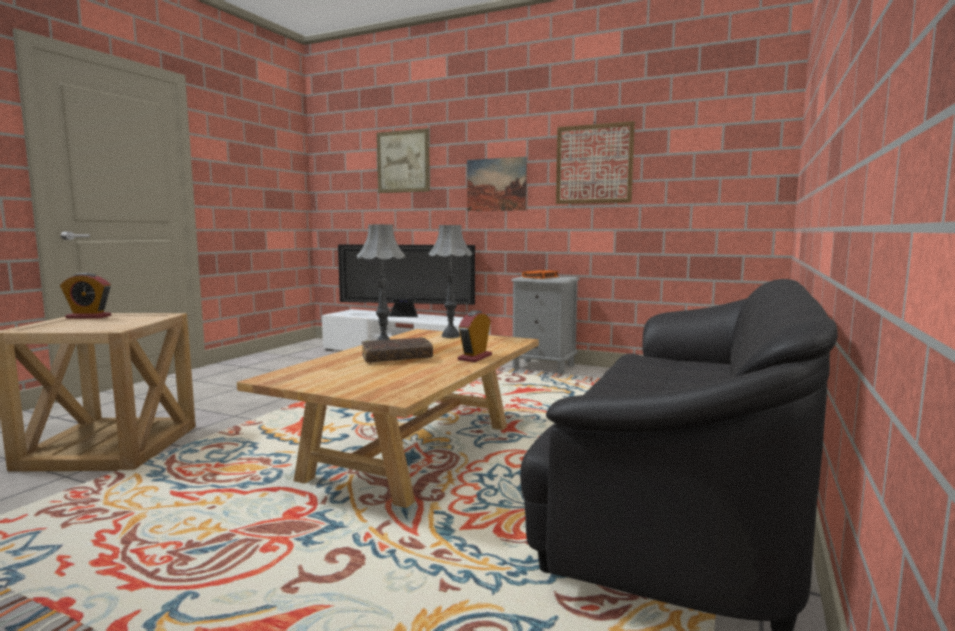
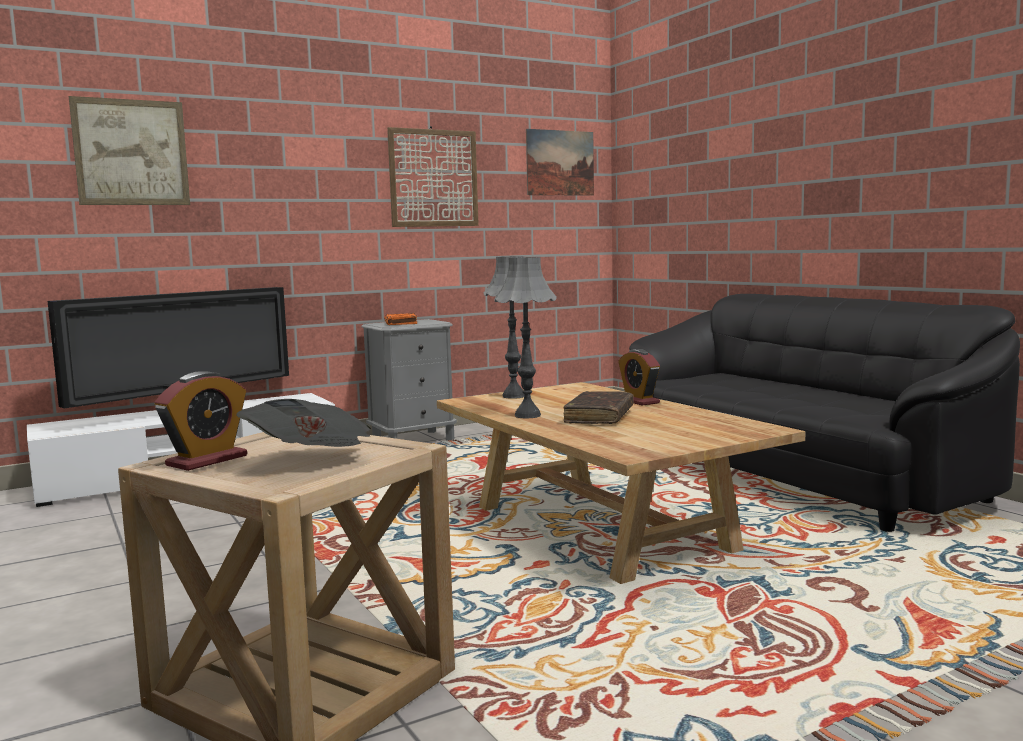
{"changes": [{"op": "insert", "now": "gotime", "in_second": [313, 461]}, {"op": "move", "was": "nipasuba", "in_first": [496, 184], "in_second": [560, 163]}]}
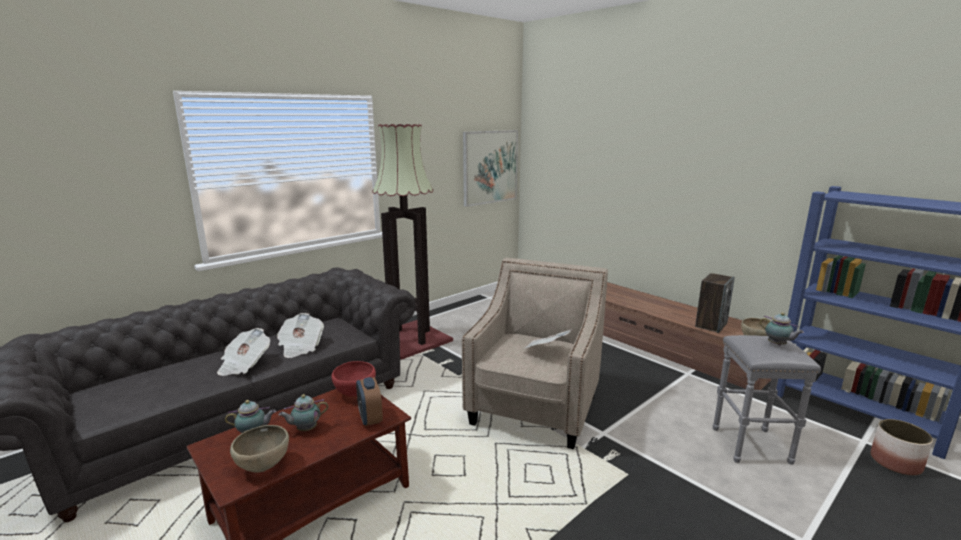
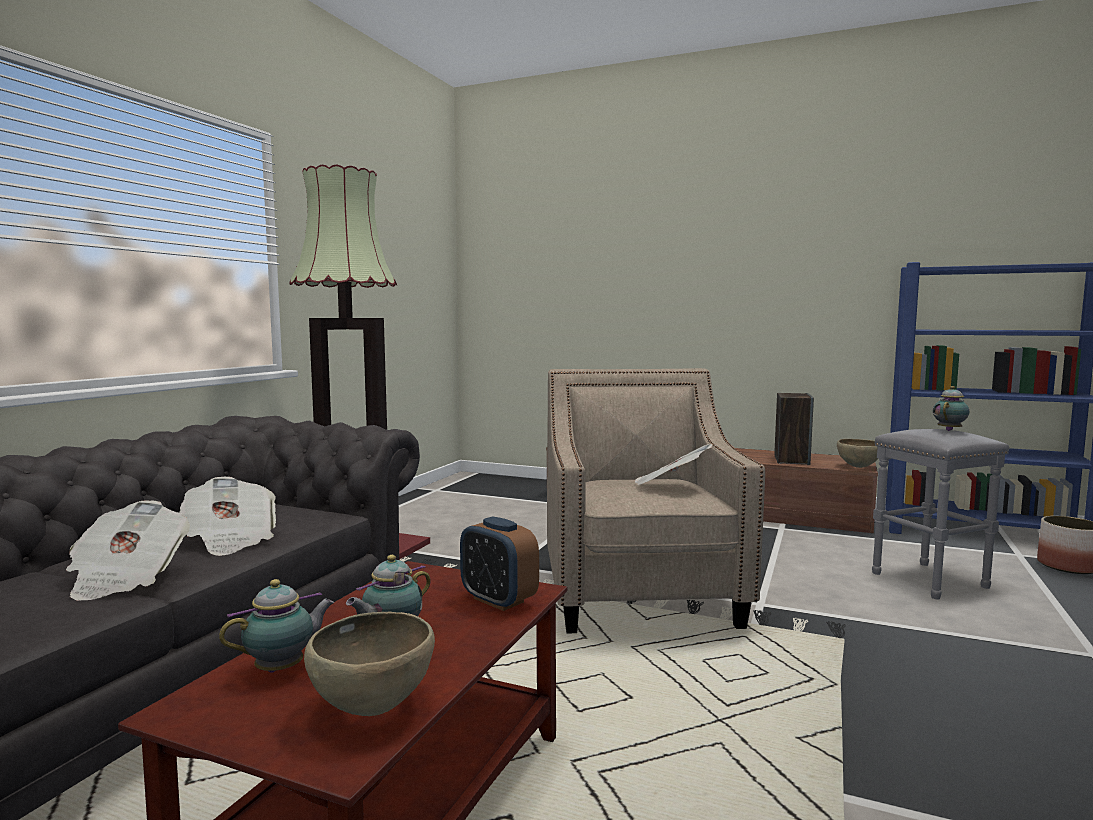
{"changes": [{"op": "delete", "was": "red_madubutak", "in_first": [355, 393]}, {"op": "delete", "was": "nipasuba", "in_first": [490, 167]}, {"op": "rotate", "was": "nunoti", "in_first": [777, 345], "in_second": [950, 430], "clockwise": -75}]}
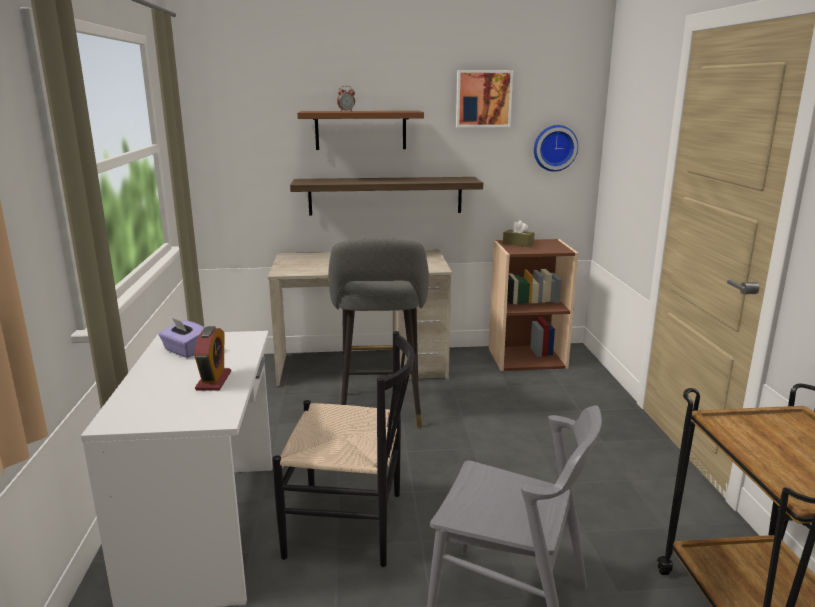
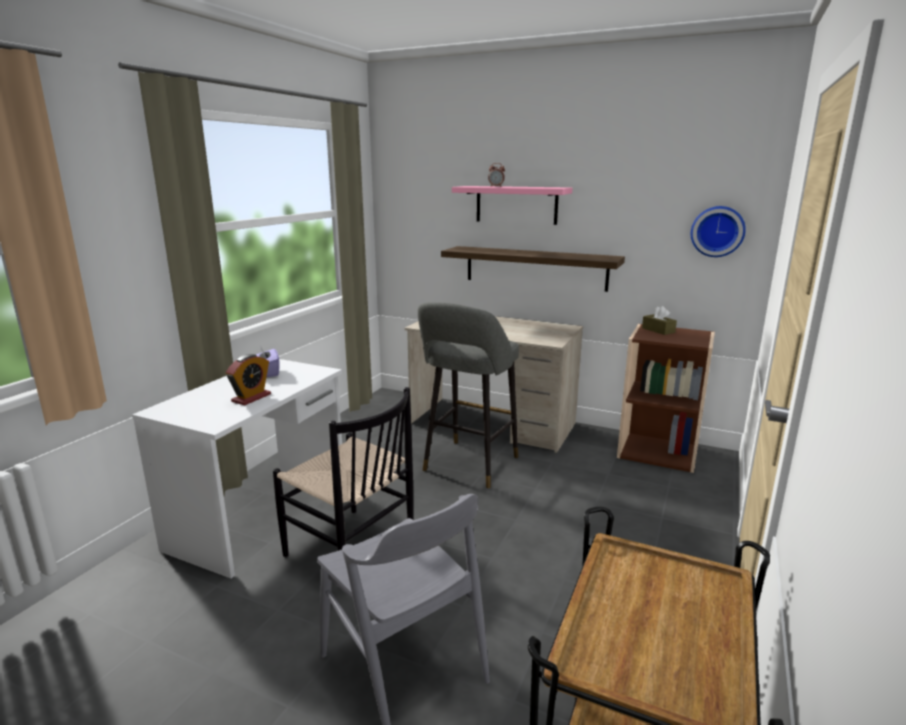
{"changes": [{"op": "delete", "was": "nipasuba", "in_first": [483, 98]}, {"op": "recolor", "was": "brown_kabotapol", "now": "pink_kabotapol", "in_first": [360, 130], "in_second": [516, 205]}]}
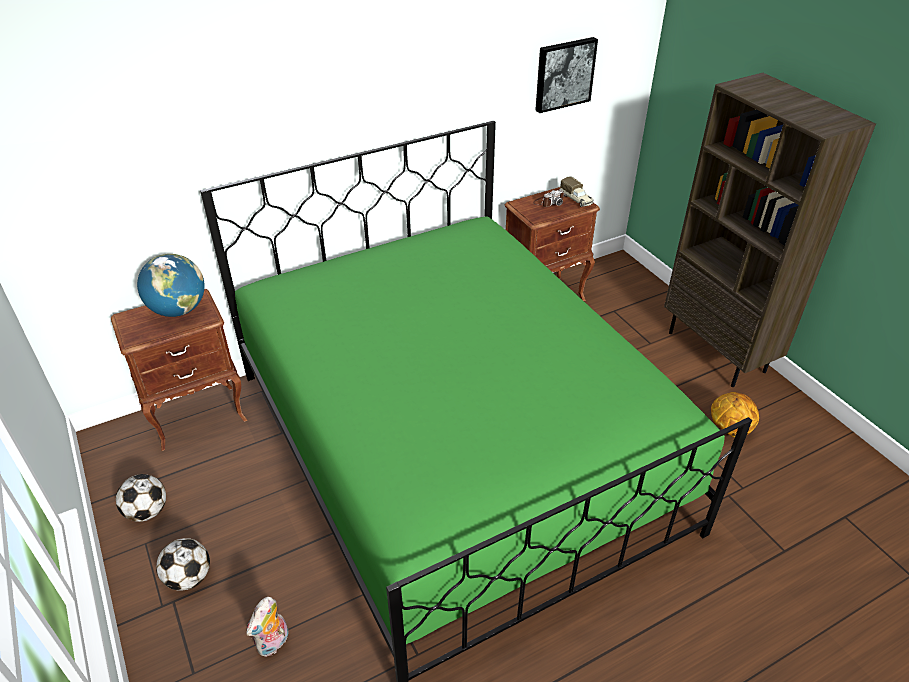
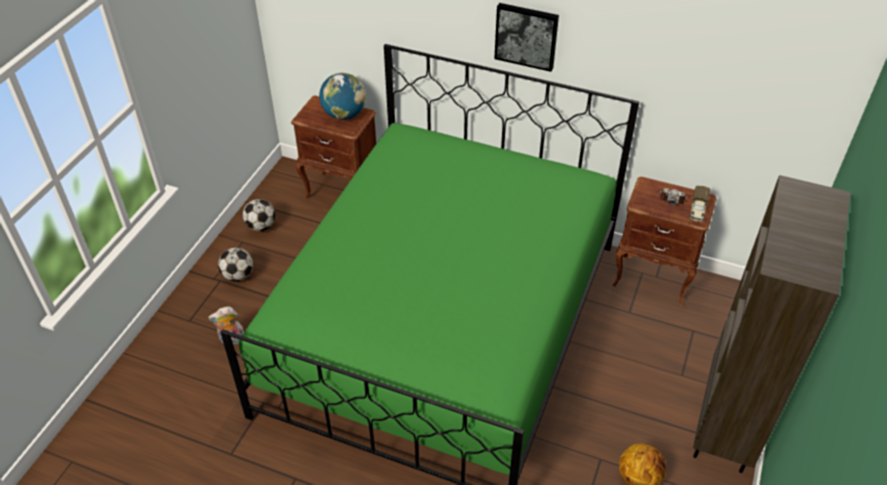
{"changes": [{"op": "move", "was": "nipasuba", "in_first": [564, 74], "in_second": [526, 35]}]}
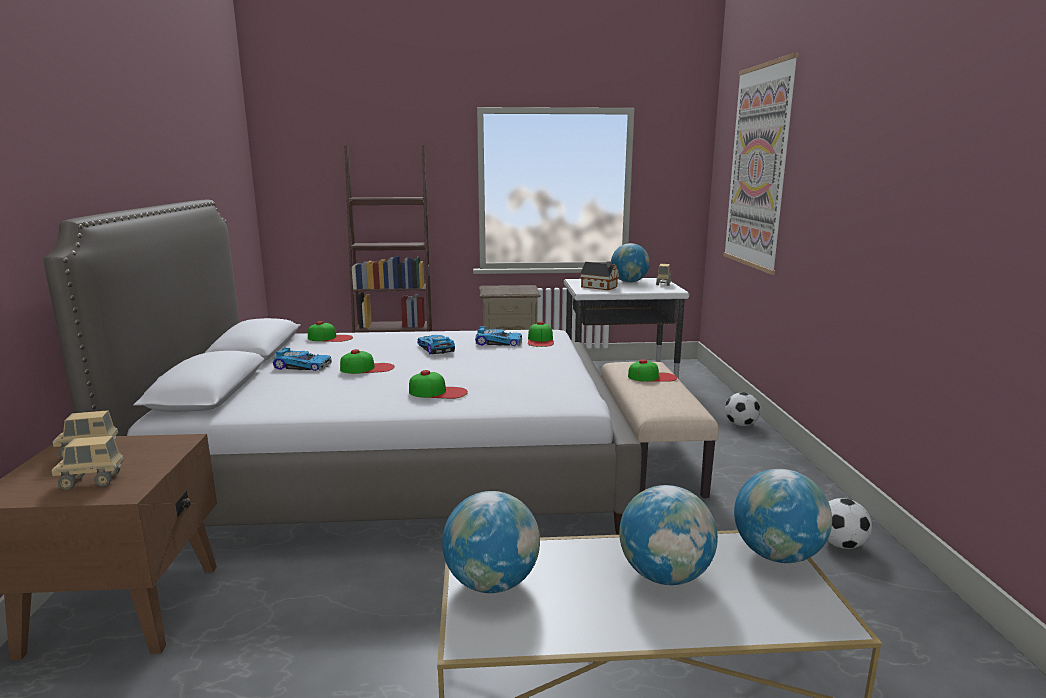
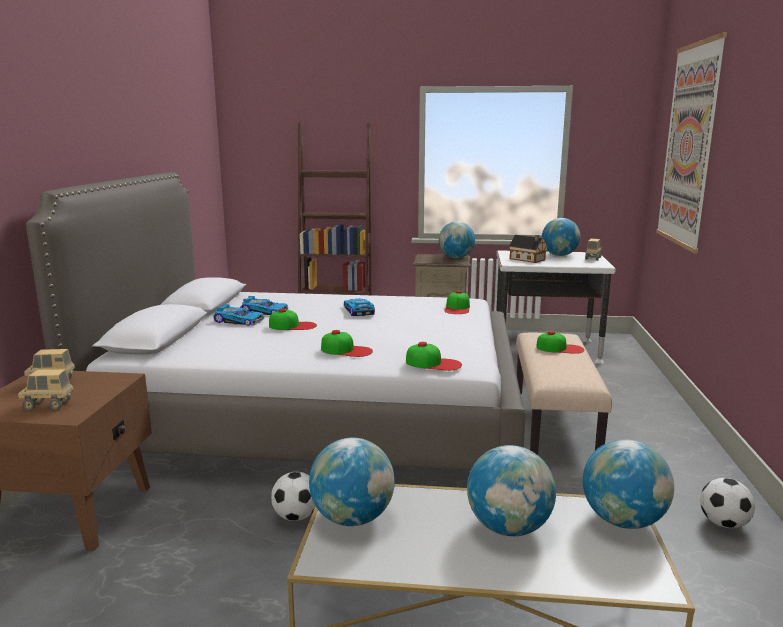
{"changes": [{"op": "insert", "now": "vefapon", "in_second": [456, 258]}, {"op": "move", "was": "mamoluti", "in_first": [330, 338], "in_second": [433, 363]}, {"op": "move", "was": "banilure", "in_first": [499, 342], "in_second": [265, 311]}, {"op": "move", "was": "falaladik", "in_first": [741, 424], "in_second": [296, 516]}]}
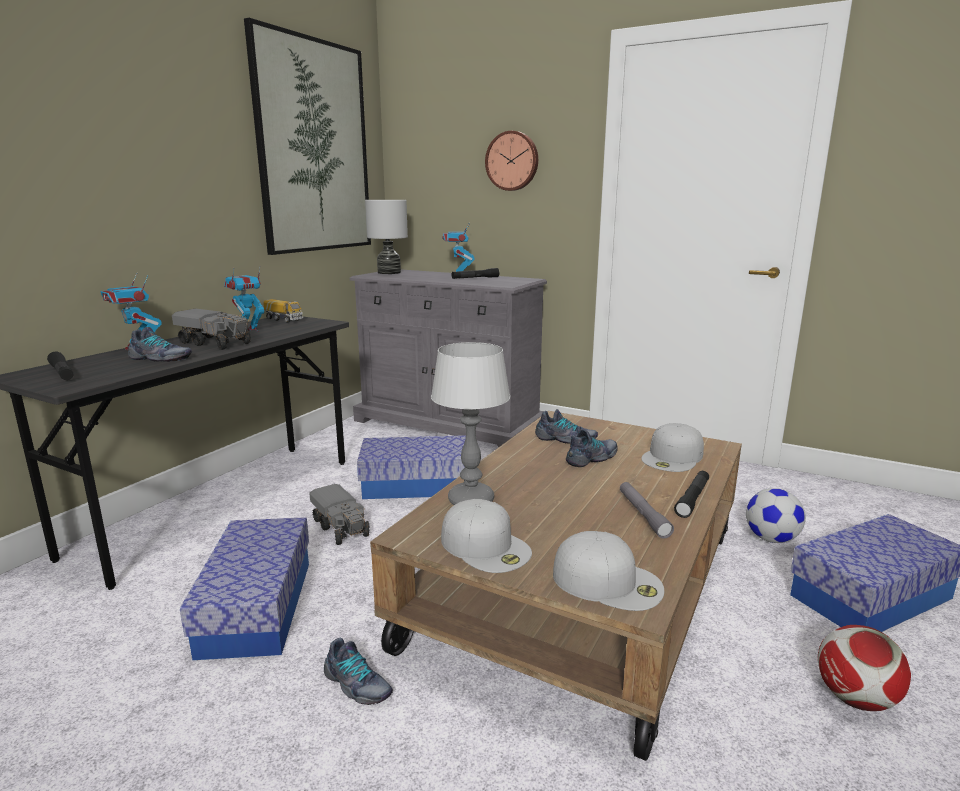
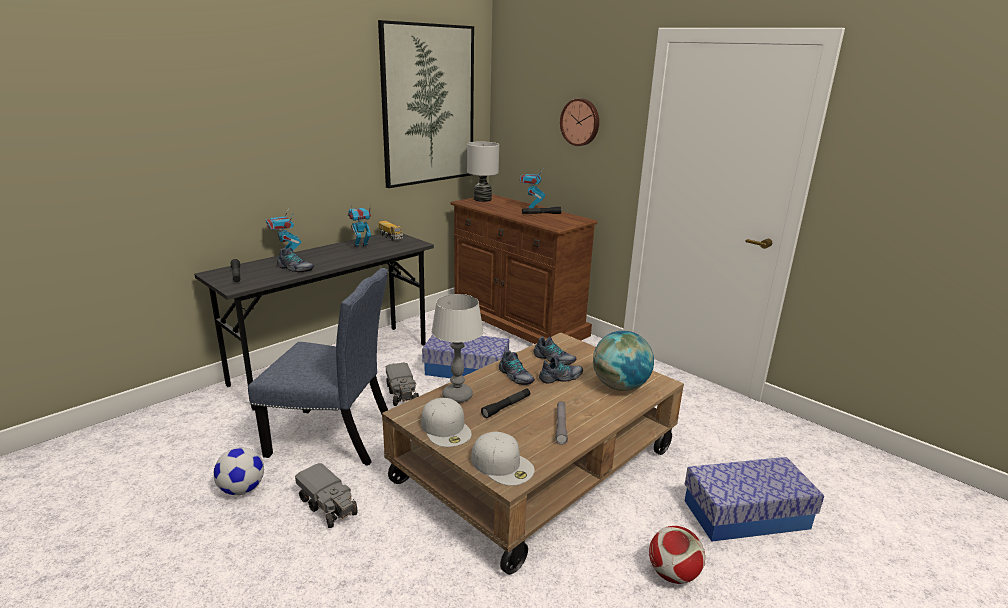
{"changes": [{"op": "move", "was": "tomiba", "in_first": [215, 343], "in_second": [329, 506]}, {"op": "move", "was": "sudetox", "in_first": [356, 685], "in_second": [515, 376]}, {"op": "move", "was": "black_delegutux", "in_first": [692, 499], "in_second": [506, 407]}, {"op": "move", "was": "falaladik", "in_first": [771, 539], "in_second": [242, 489]}, {"op": "replace", "was": "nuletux", "now": "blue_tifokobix", "in_first": [257, 607], "in_second": [330, 438]}, {"op": "replace", "was": "white_mamoluti", "now": "vefapon", "in_first": [673, 457], "in_second": [620, 386]}, {"op": "recolor", "was": "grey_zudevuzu", "now": "brown_zudevuzu", "in_first": [450, 423], "in_second": [517, 322]}]}
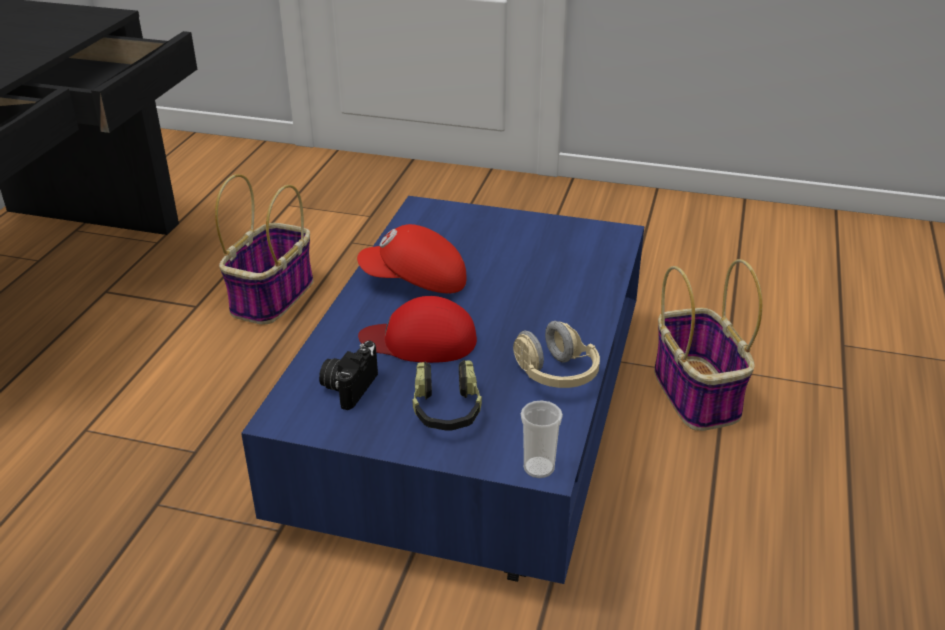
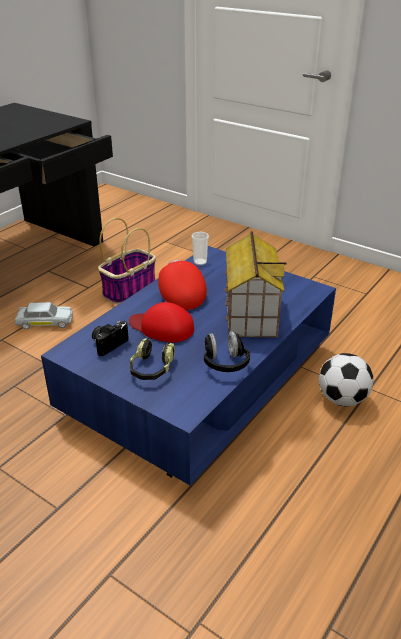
{"changes": [{"op": "insert", "now": "white_banilure", "in_second": [45, 322]}, {"op": "insert", "now": "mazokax", "in_second": [250, 313]}, {"op": "move", "was": "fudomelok", "in_first": [539, 468], "in_second": [200, 262]}, {"op": "replace", "was": "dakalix", "now": "falaladik", "in_first": [697, 394], "in_second": [342, 399]}, {"op": "recolor", "was": "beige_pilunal", "now": "black_pilunal", "in_first": [556, 374], "in_second": [225, 363]}, {"op": "rotate", "was": "red_mamoluti", "in_first": [415, 282], "in_second": [180, 294], "clockwise": 45}]}
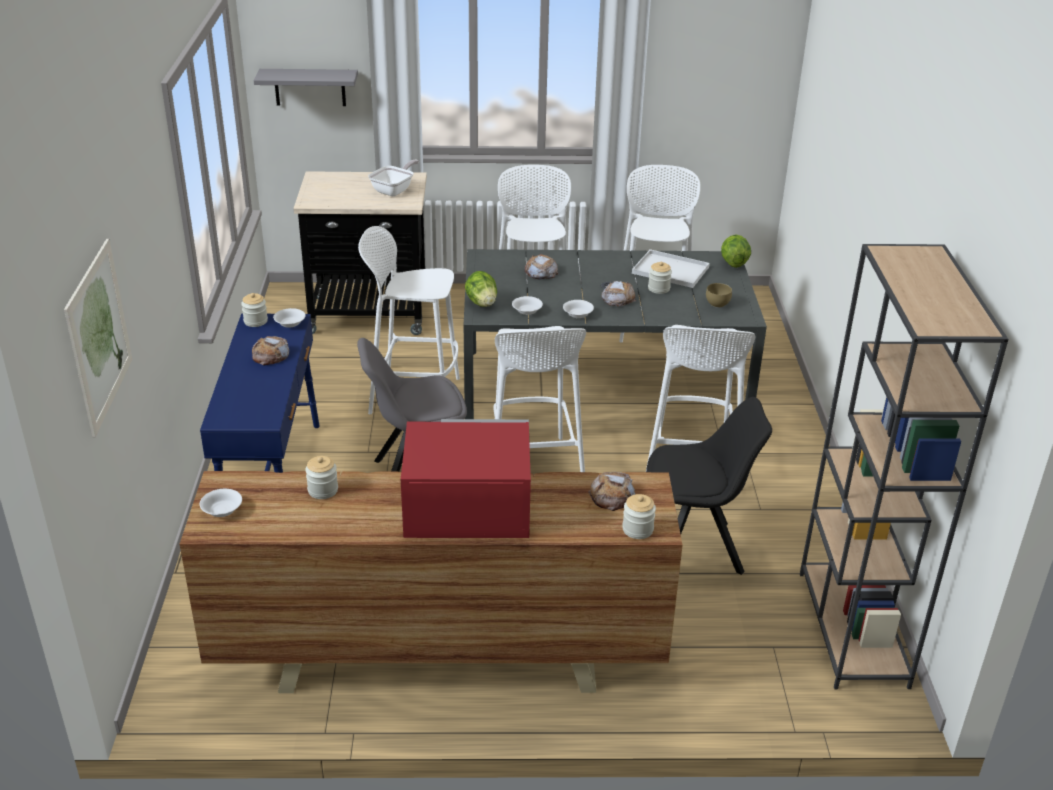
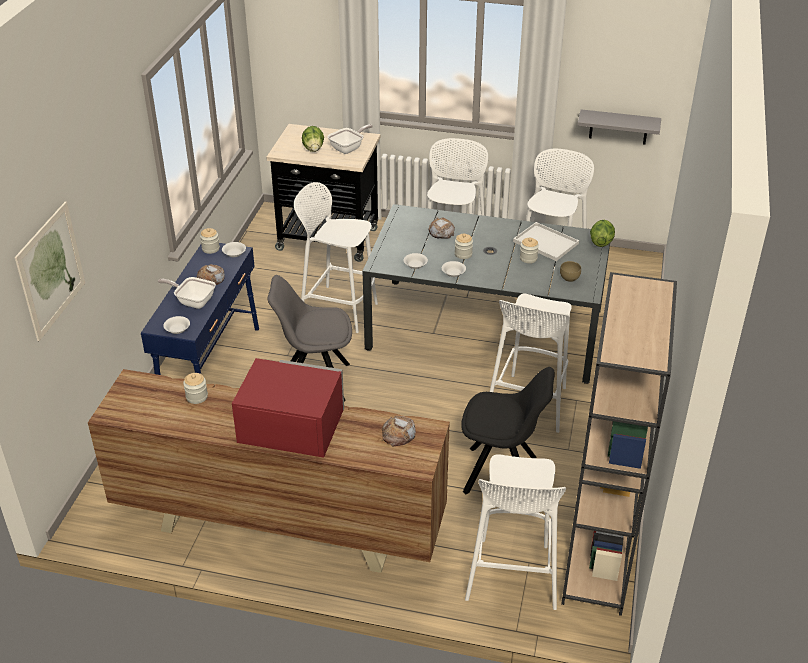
{"changes": [{"op": "delete", "was": "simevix", "in_first": [618, 298]}, {"op": "insert", "now": "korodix", "in_second": [193, 301]}, {"op": "move", "was": "white_madubutak", "in_first": [222, 510], "in_second": [177, 330]}, {"op": "move", "was": "grey_kabotapol", "in_first": [310, 87], "in_second": [618, 127]}, {"op": "move", "was": "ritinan", "in_first": [482, 303], "in_second": [313, 149]}, {"op": "move", "was": "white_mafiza", "in_first": [532, 466], "in_second": [512, 575]}, {"op": "move", "was": "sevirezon", "in_first": [637, 529], "in_second": [463, 254]}]}
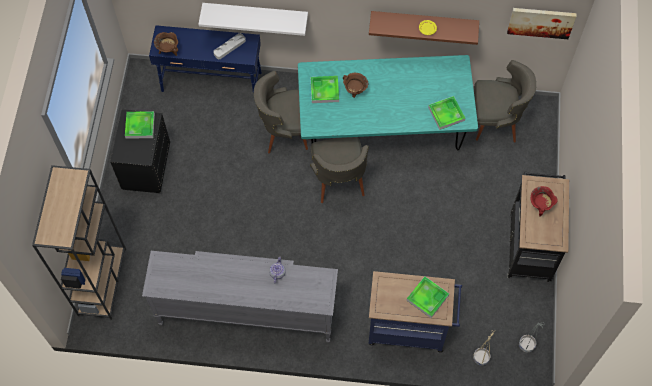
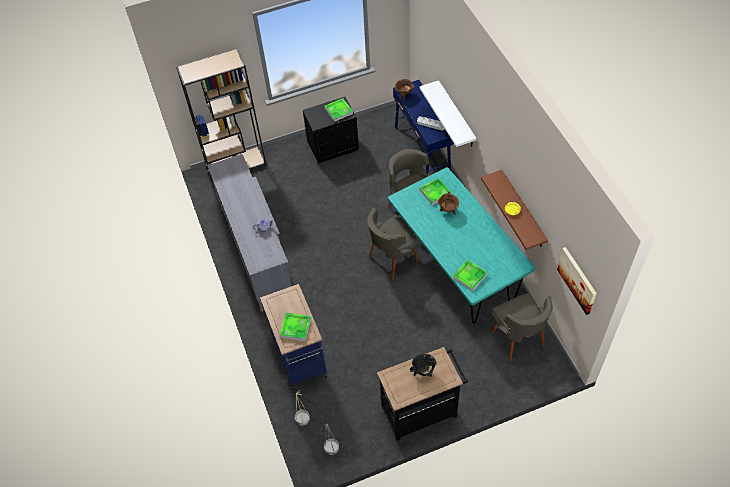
{"changes": [{"op": "recolor", "was": "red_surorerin", "now": "black_surorerin", "in_first": [540, 206], "in_second": [423, 371]}]}
